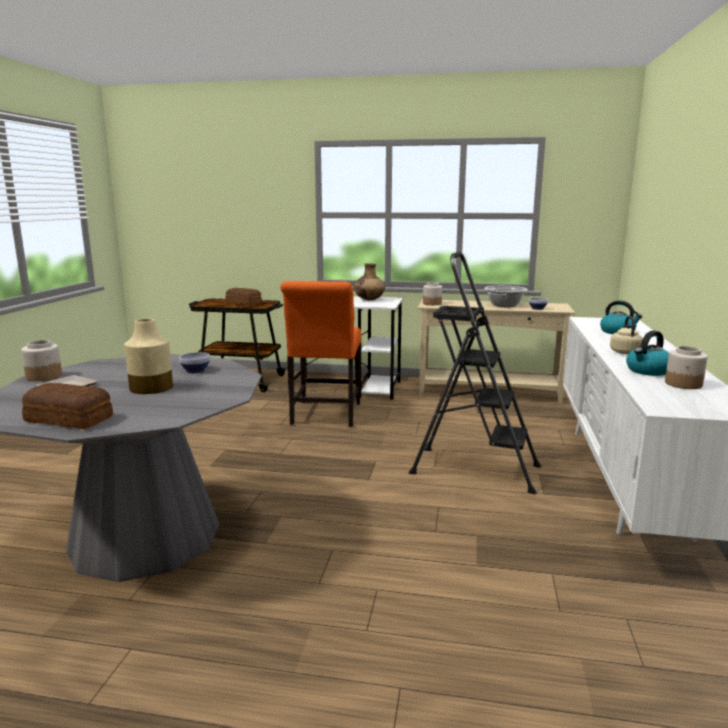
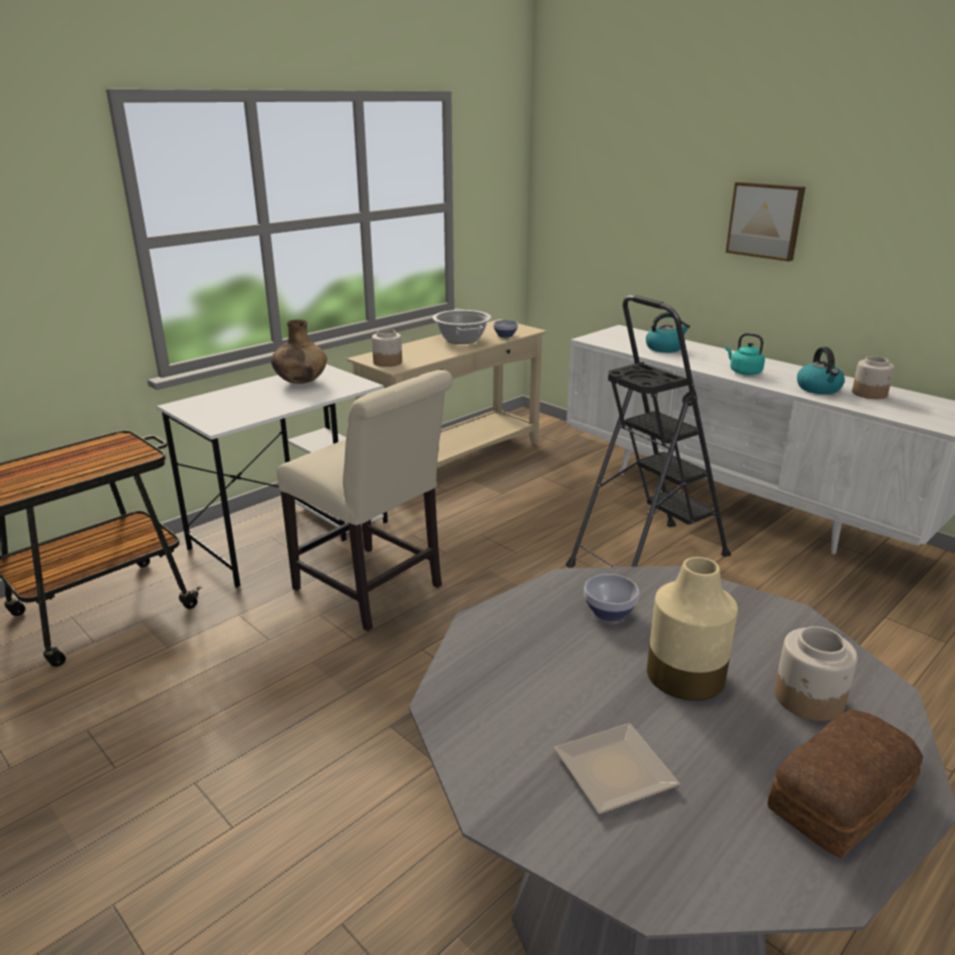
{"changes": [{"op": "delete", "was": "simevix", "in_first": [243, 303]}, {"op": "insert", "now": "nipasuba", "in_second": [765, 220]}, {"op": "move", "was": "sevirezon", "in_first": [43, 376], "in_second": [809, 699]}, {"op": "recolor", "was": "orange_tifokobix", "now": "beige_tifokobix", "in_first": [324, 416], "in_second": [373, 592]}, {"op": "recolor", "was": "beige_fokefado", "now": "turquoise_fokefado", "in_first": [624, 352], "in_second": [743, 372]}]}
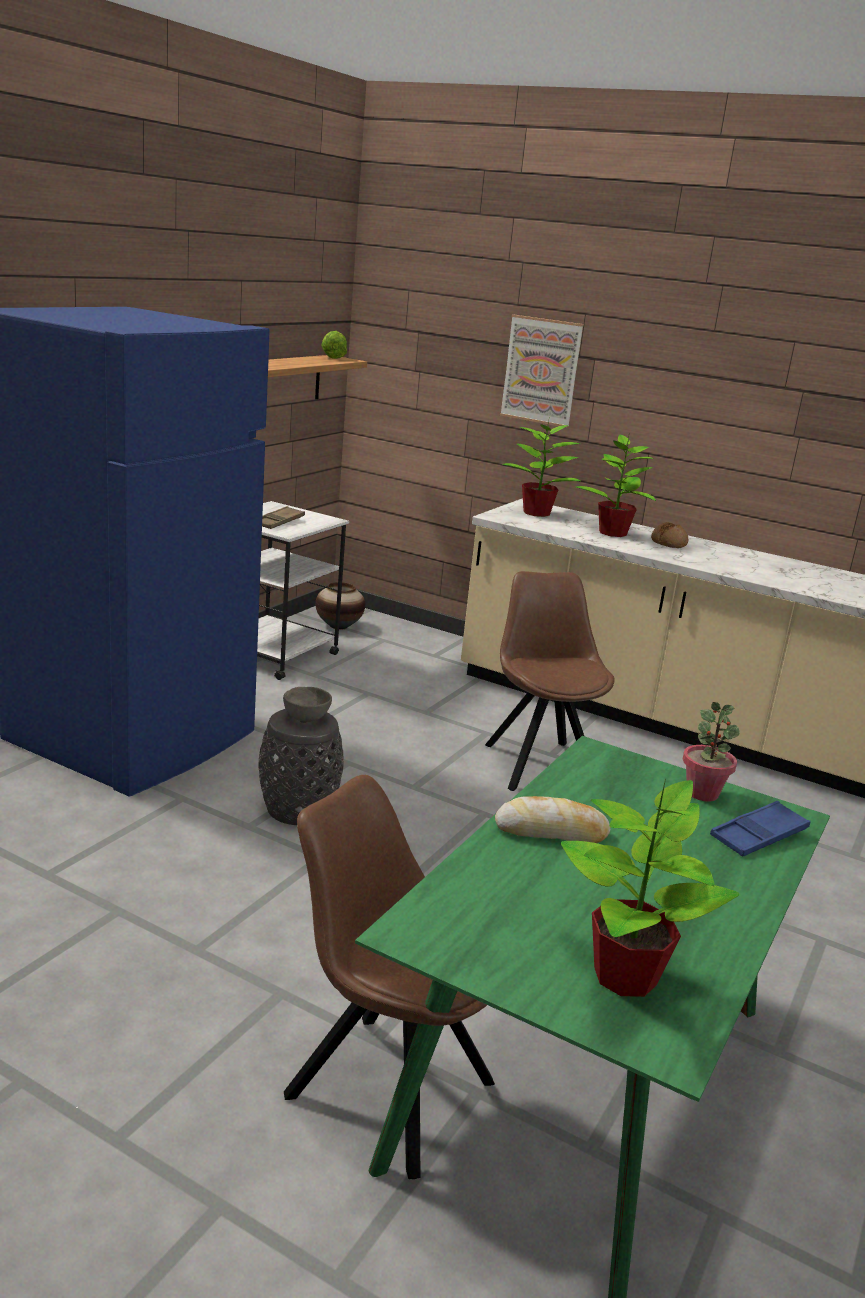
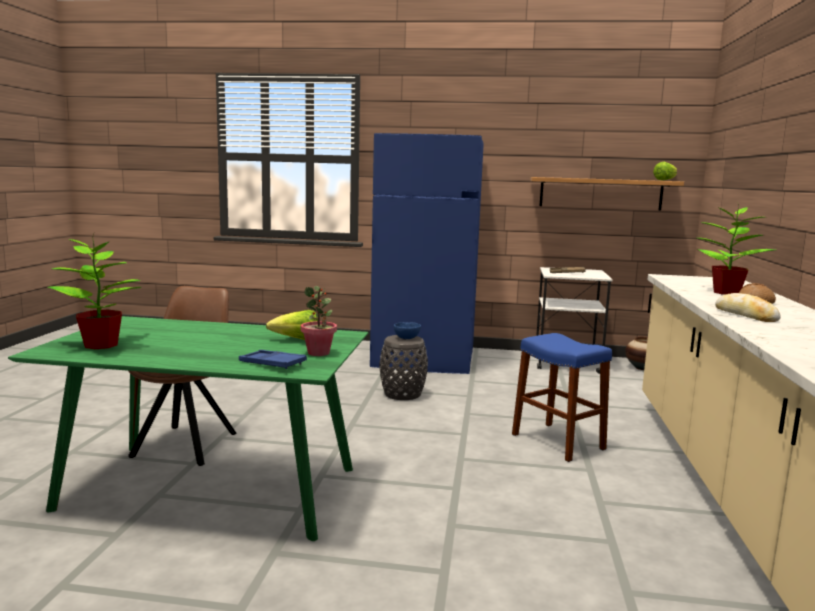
{"changes": [{"op": "delete", "was": "nipasuba", "in_first": [541, 371]}, {"op": "delete", "was": "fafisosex", "in_first": [537, 513]}, {"op": "insert", "now": "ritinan", "in_second": [297, 340]}, {"op": "move", "was": "simevix", "in_first": [551, 831], "in_second": [745, 315]}, {"op": "replace", "was": "brown_tifokobix", "now": "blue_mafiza", "in_first": [539, 765], "in_second": [558, 441]}, {"op": "recolor", "was": "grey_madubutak", "now": "blue_madubutak", "in_first": [306, 718], "in_second": [407, 338]}]}
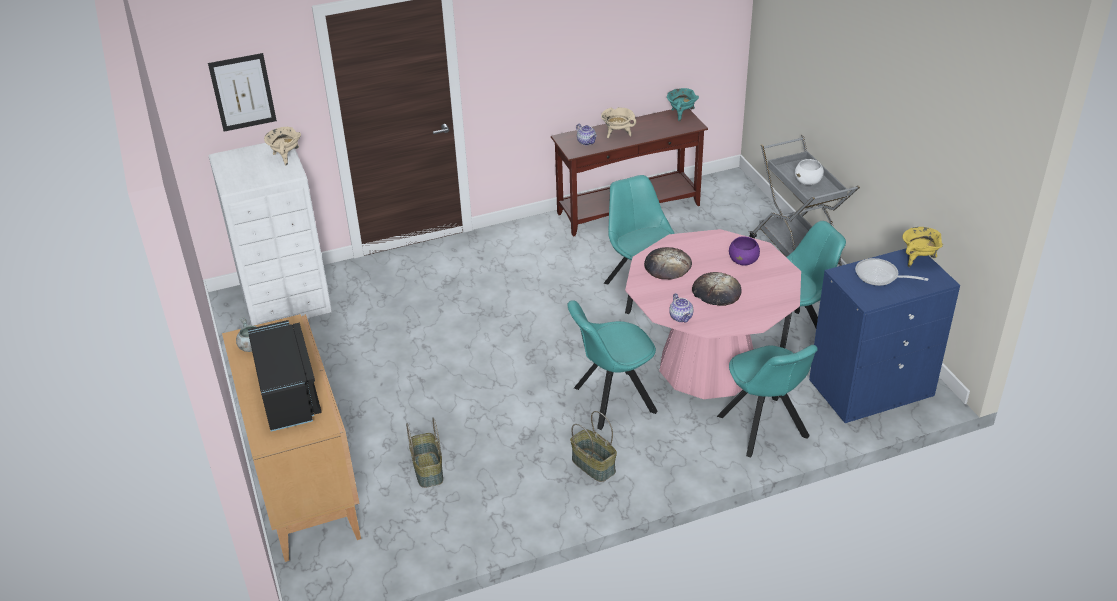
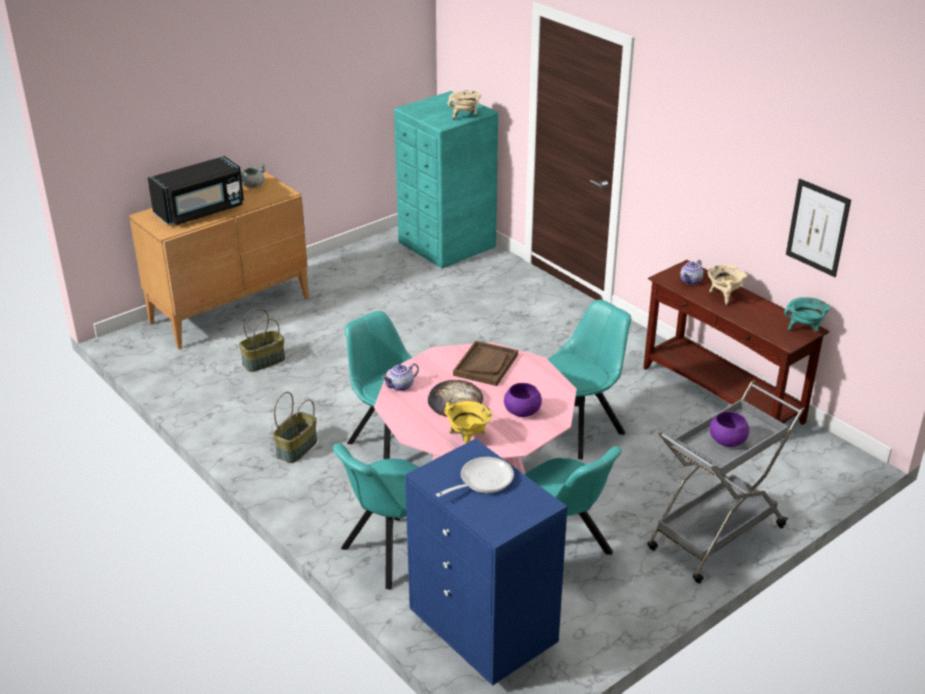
{"changes": [{"op": "move", "was": "nipasuba", "in_first": [242, 92], "in_second": [818, 227]}, {"op": "move", "was": "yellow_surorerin", "in_first": [918, 259], "in_second": [468, 438]}, {"op": "replace", "was": "simevix", "now": "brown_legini", "in_first": [667, 266], "in_second": [485, 365]}, {"op": "recolor", "was": "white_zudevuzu", "now": "turquoise_zudevuzu", "in_first": [286, 300], "in_second": [446, 245]}, {"op": "recolor", "was": "white_madubutak", "now": "purple_madubutak", "in_first": [808, 182], "in_second": [727, 441]}, {"op": "rotate", "was": "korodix", "in_first": [880, 276], "in_second": [482, 481], "clockwise": 45}]}
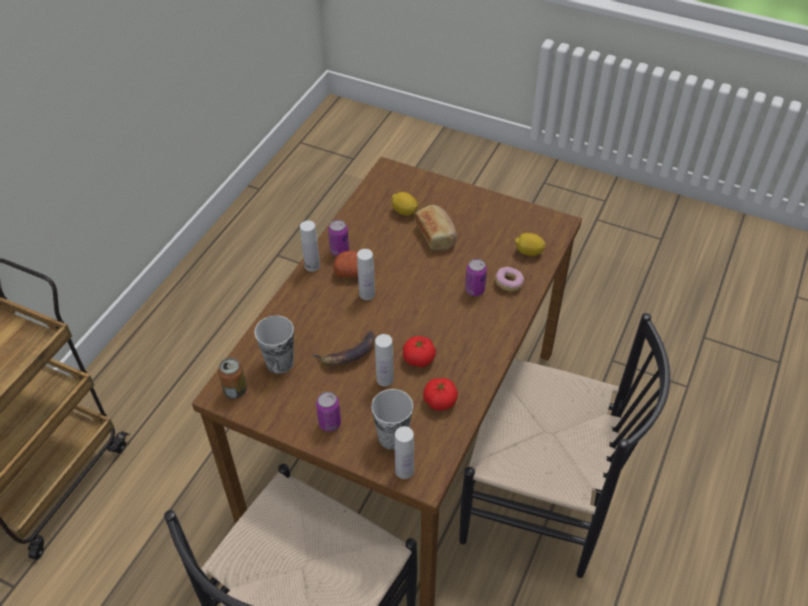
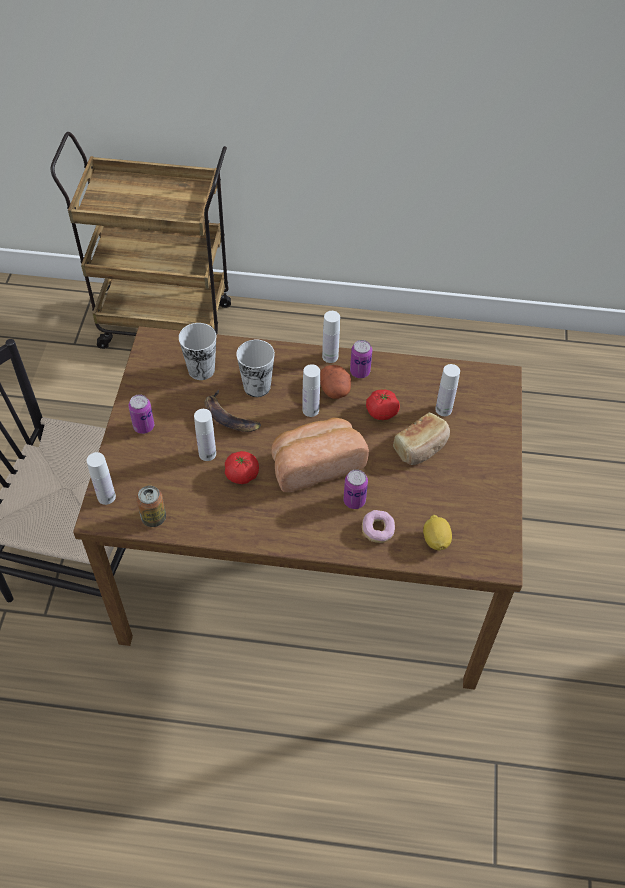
{"changes": [{"op": "delete", "was": "black_tifokobix", "in_first": [542, 502]}, {"op": "insert", "now": "simevix", "in_second": [315, 464]}, {"op": "move", "was": "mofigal", "in_first": [235, 390], "in_second": [154, 518]}, {"op": "move", "was": "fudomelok", "in_first": [393, 437], "in_second": [257, 386]}, {"op": "move", "was": "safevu", "in_first": [440, 401], "in_second": [381, 412]}, {"op": "replace", "was": "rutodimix", "now": "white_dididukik", "in_first": [404, 211], "in_second": [443, 409]}]}
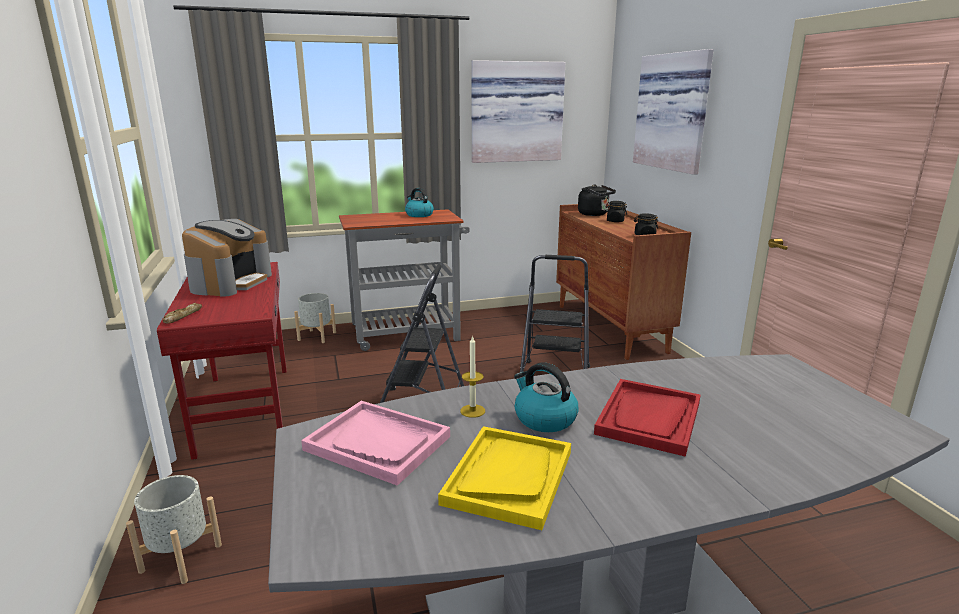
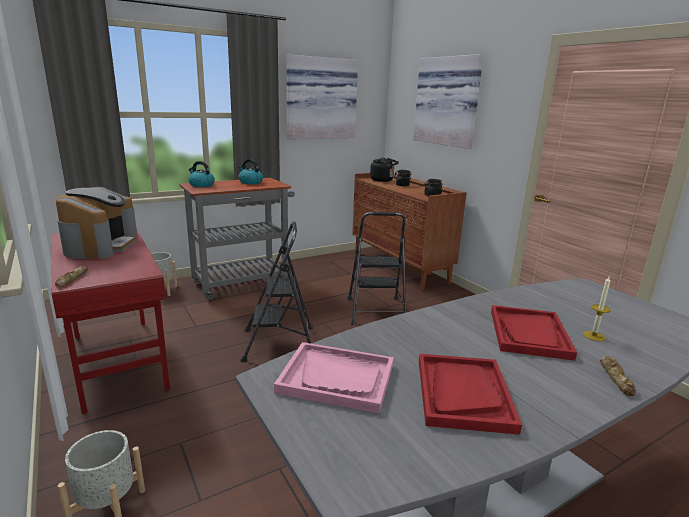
{"changes": [{"op": "insert", "now": "simevix", "in_second": [616, 379]}, {"op": "move", "was": "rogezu", "in_first": [472, 411], "in_second": [594, 336]}, {"op": "move", "was": "fokefado", "in_first": [544, 418], "in_second": [201, 185]}, {"op": "recolor", "was": "yellow_legini", "now": "red_legini", "in_first": [508, 477], "in_second": [463, 393]}]}
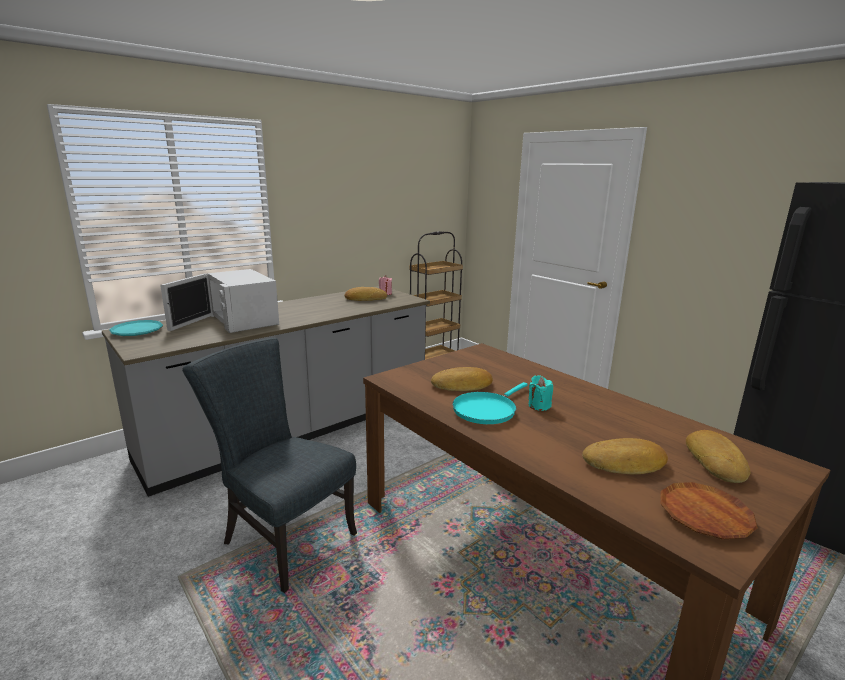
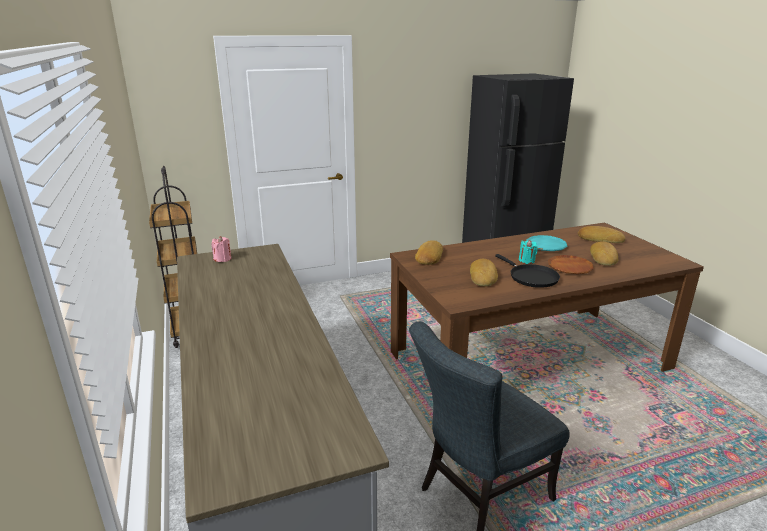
{"changes": [{"op": "delete", "was": "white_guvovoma", "in_first": [239, 320]}, {"op": "move", "was": "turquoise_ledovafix", "in_first": [137, 331], "in_second": [546, 246]}, {"op": "move", "was": "simevix", "in_first": [365, 298], "in_second": [428, 257]}, {"op": "move", "was": "brown_ledovafix", "in_first": [704, 515], "in_second": [570, 268]}, {"op": "recolor", "was": "turquoise_korodix", "now": "black_korodix", "in_first": [486, 410], "in_second": [531, 277]}]}
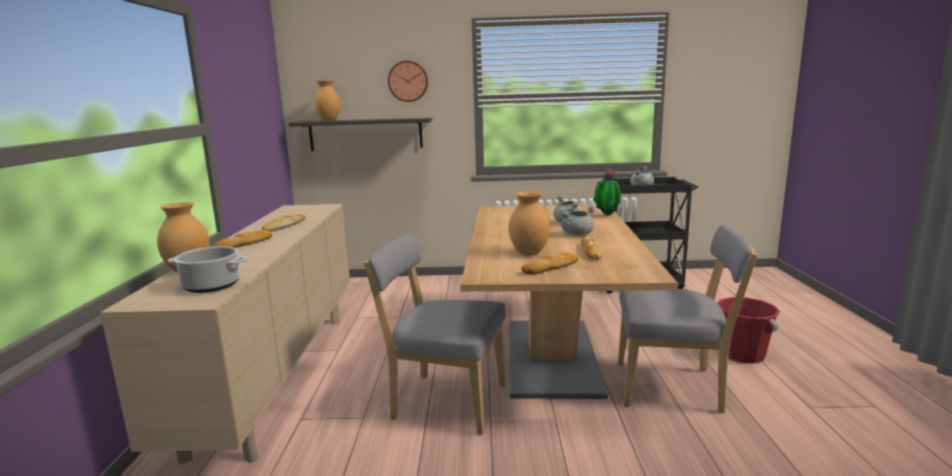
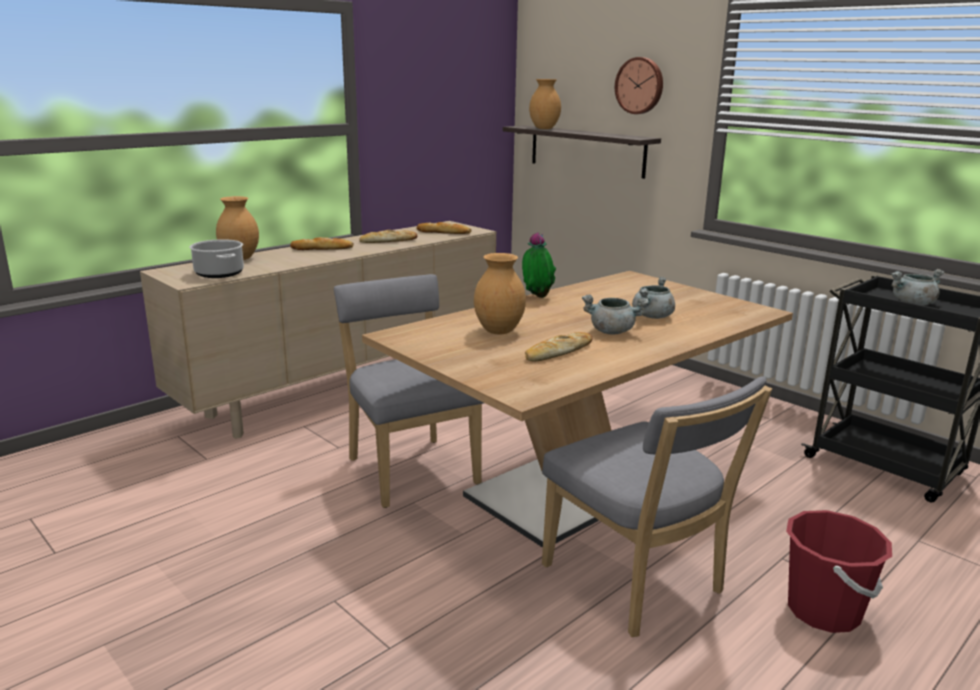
{"changes": [{"op": "move", "was": "simevix", "in_first": [551, 267], "in_second": [443, 232]}, {"op": "move", "was": "fafisosex", "in_first": [606, 216], "in_second": [536, 297]}]}
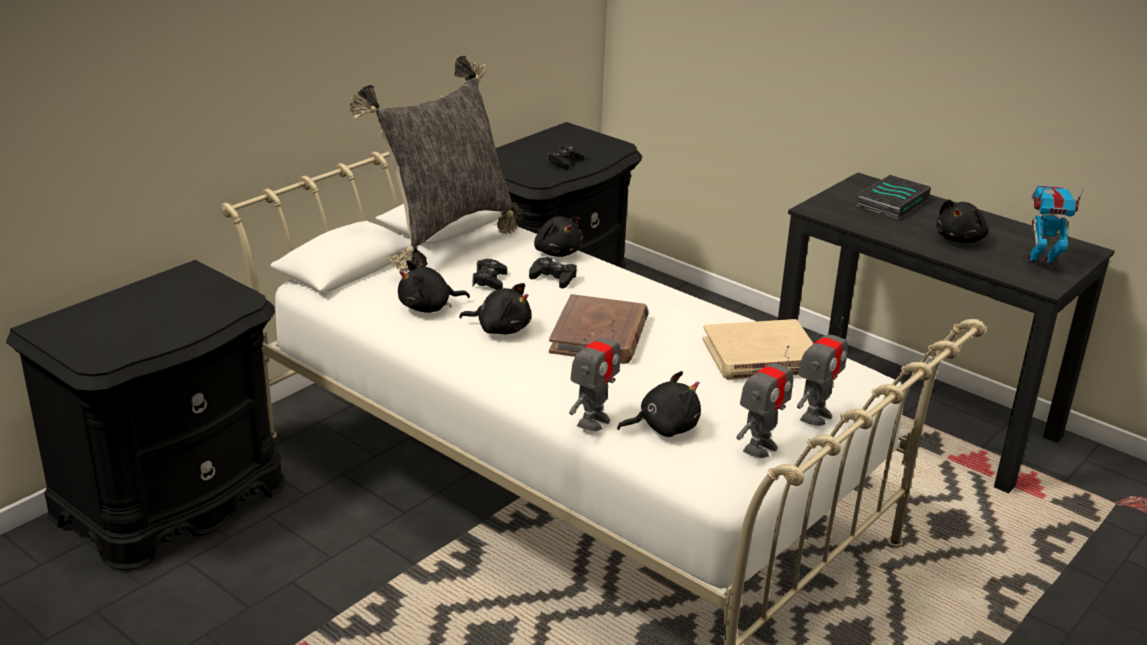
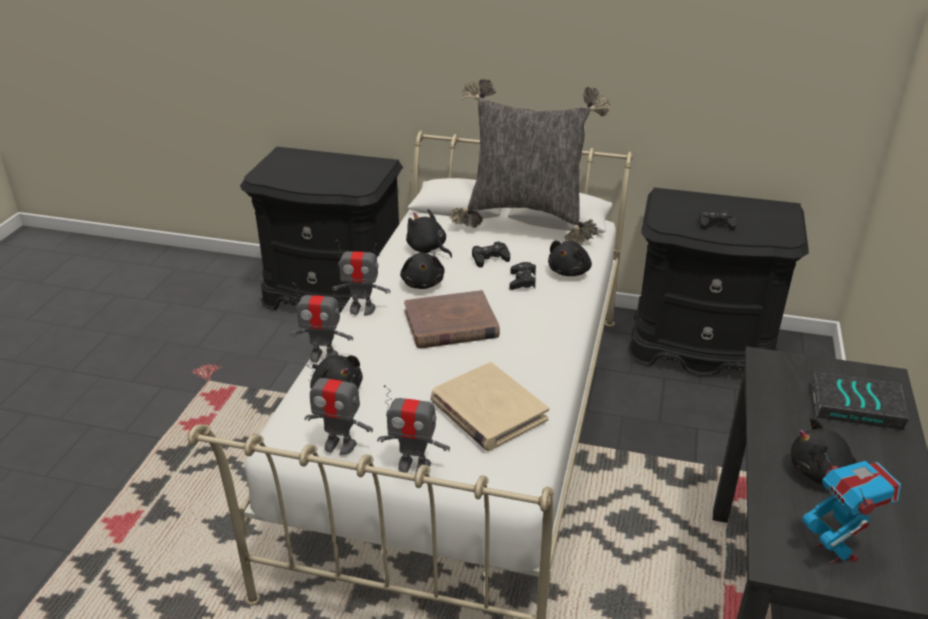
{"changes": [{"op": "insert", "now": "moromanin", "in_second": [362, 309]}]}
